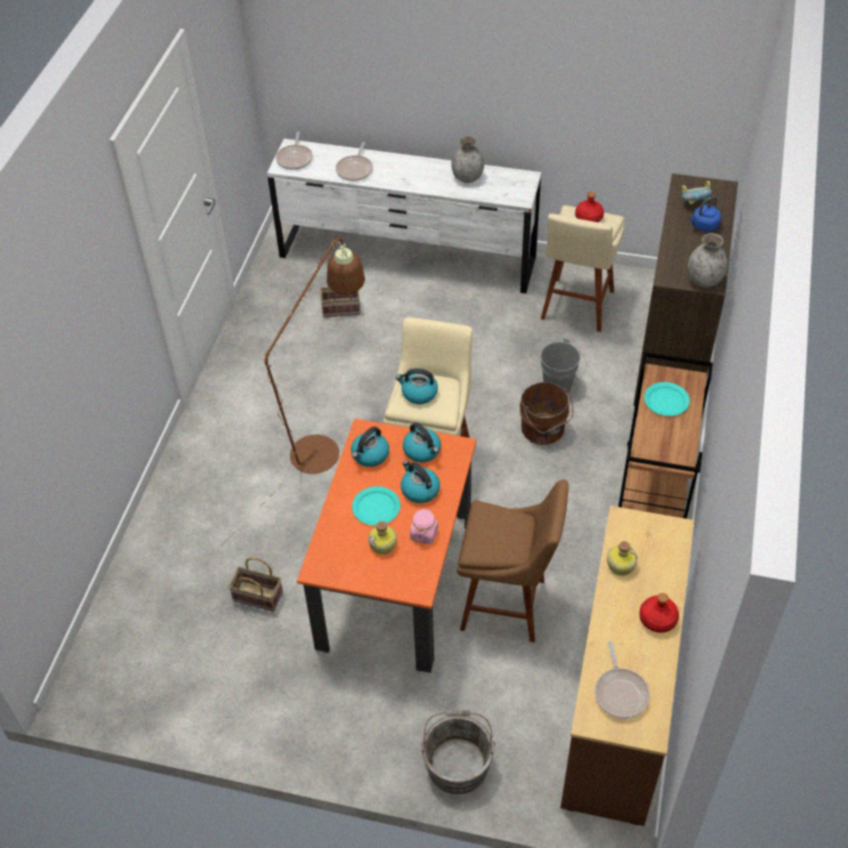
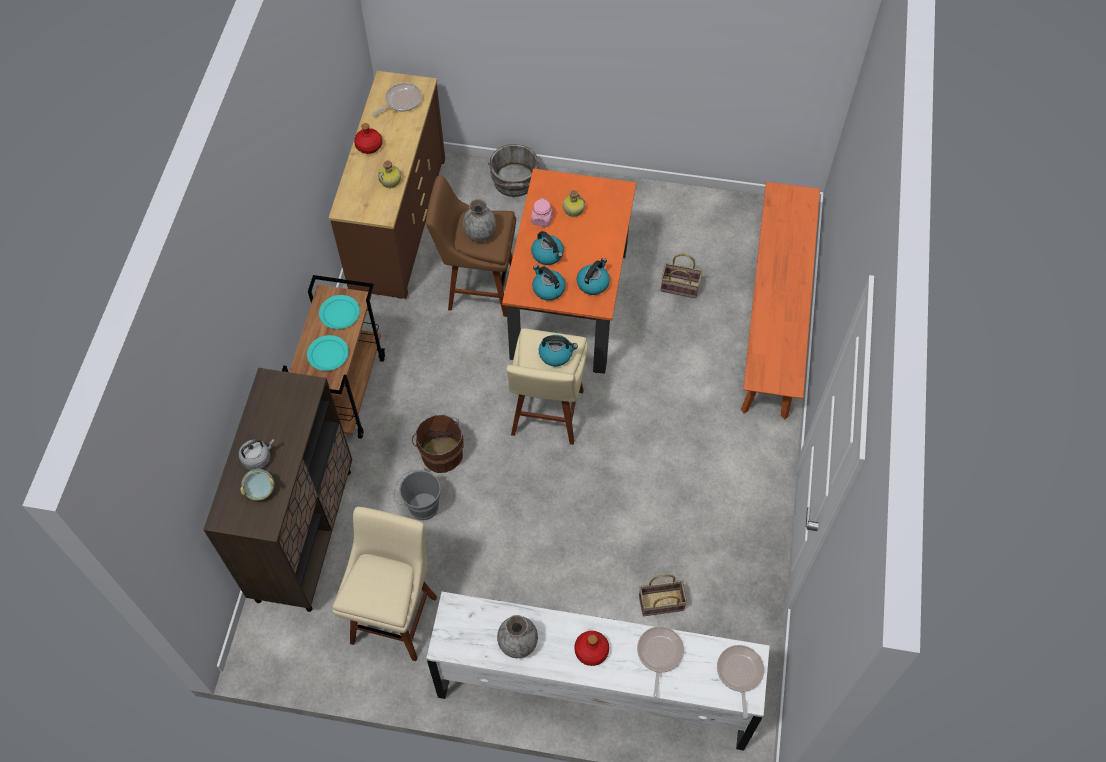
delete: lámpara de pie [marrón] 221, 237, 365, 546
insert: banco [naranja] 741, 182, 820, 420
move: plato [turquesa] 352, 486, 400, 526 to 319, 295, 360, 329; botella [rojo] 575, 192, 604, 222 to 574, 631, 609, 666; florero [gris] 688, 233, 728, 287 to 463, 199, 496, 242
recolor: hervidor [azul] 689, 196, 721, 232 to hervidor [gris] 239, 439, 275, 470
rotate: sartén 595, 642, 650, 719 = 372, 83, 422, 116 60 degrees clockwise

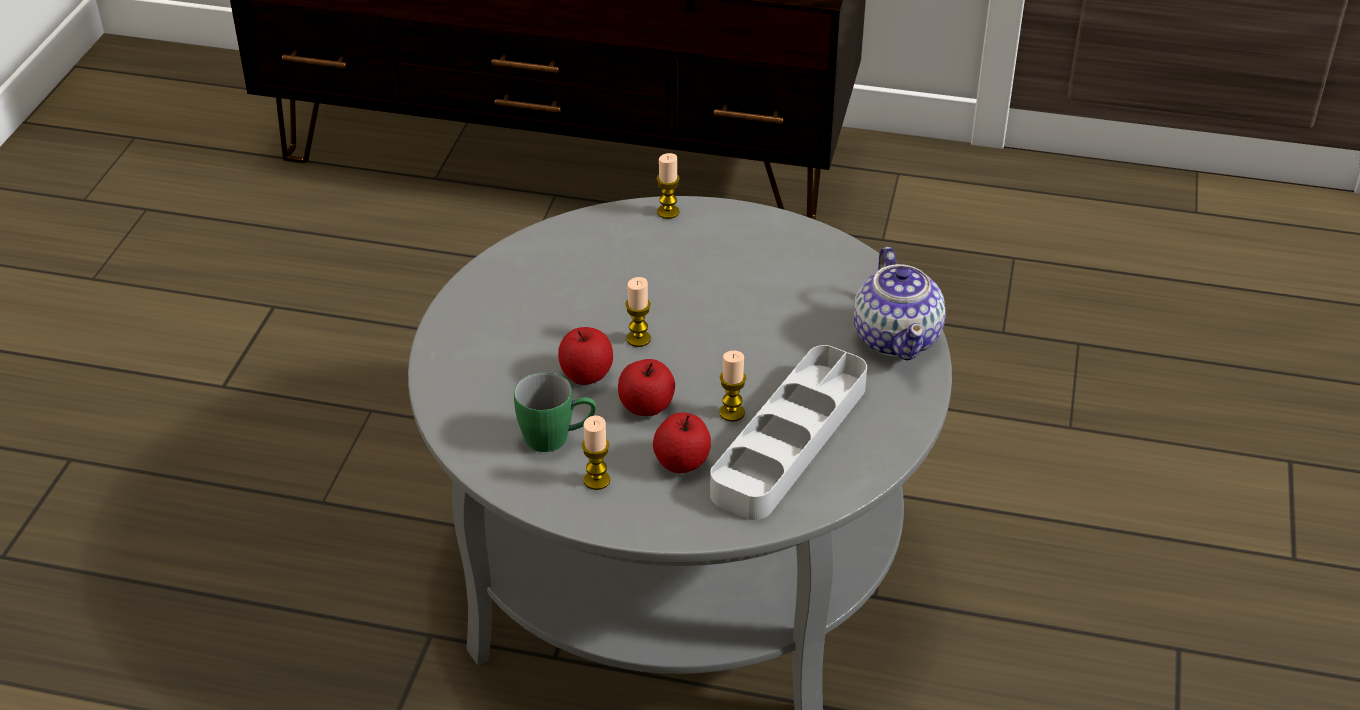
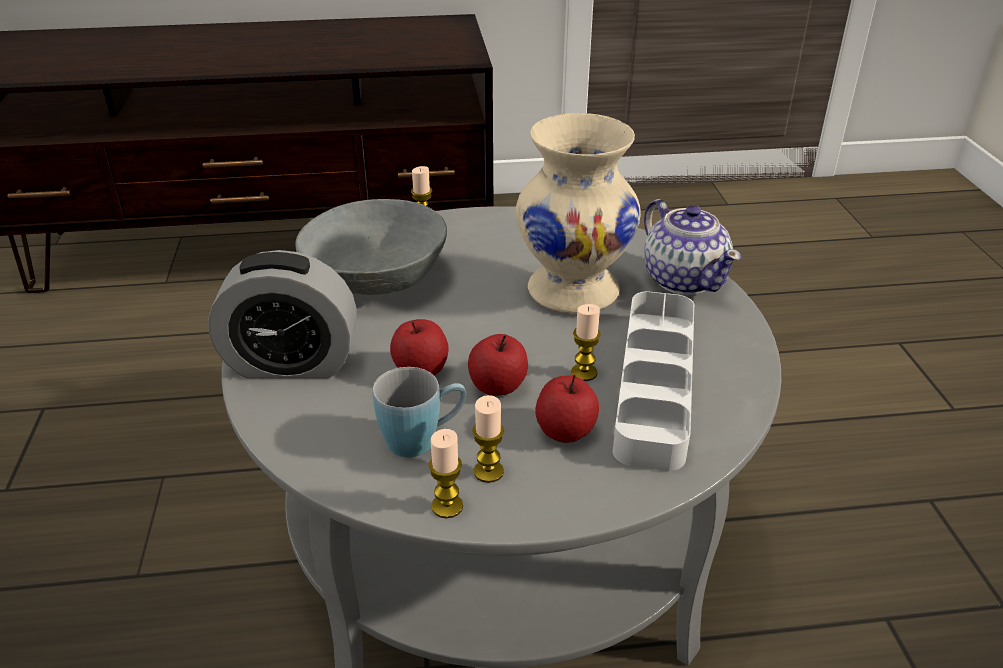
insert: despertador 208, 250, 357, 379; cuenco [gris] 295, 199, 447, 295; florero [beis] 516, 113, 641, 313
move: vela 625, 277, 651, 347 to 428, 429, 463, 518
recolor: taza grande [verde] 514, 372, 596, 452 to taza grande [azul] 373, 367, 466, 457

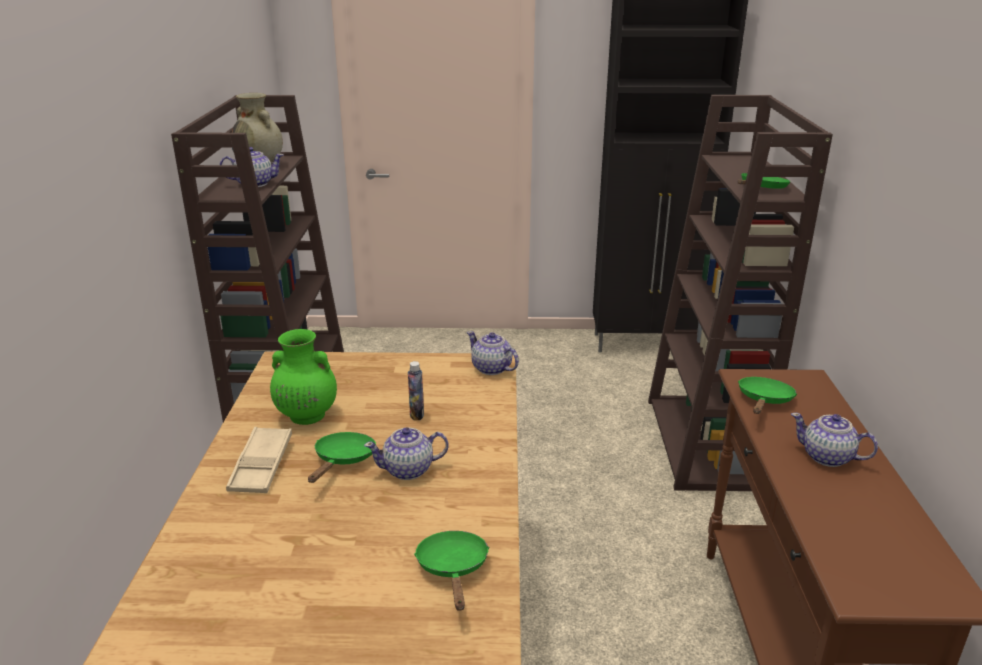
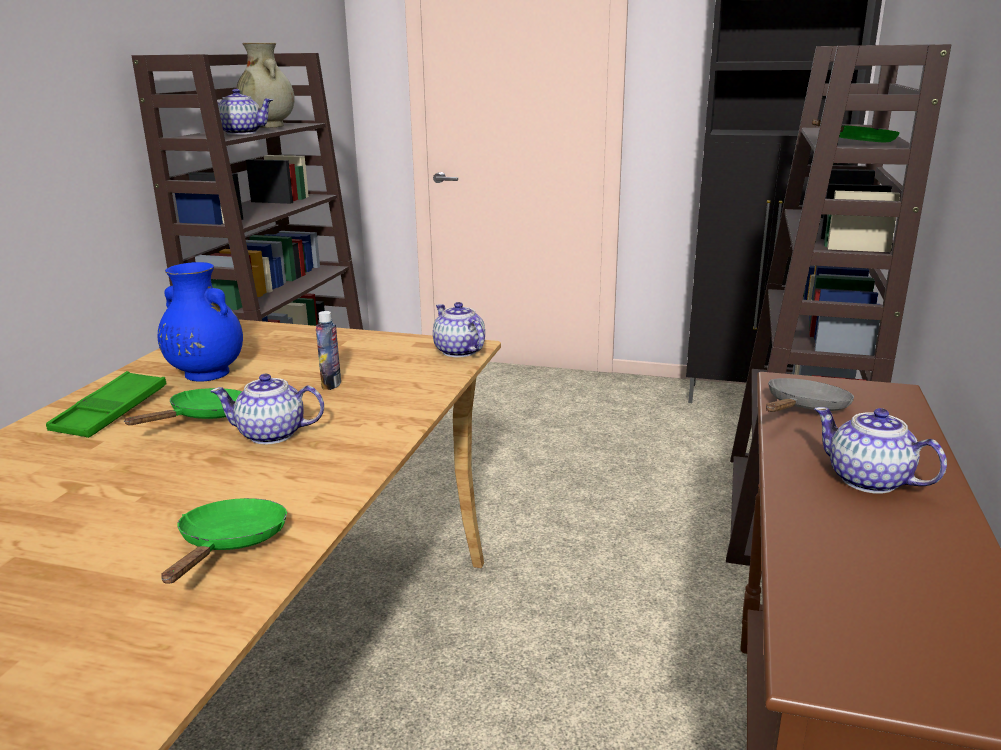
recolor: bandeja [beis] 226, 427, 292, 493 to bandeja [verde] 46, 371, 167, 438; florero [verde] 270, 329, 337, 425 to florero [azul] 158, 262, 243, 381; sartén [verde] 738, 377, 797, 414 to sartén [gris] 766, 378, 854, 412

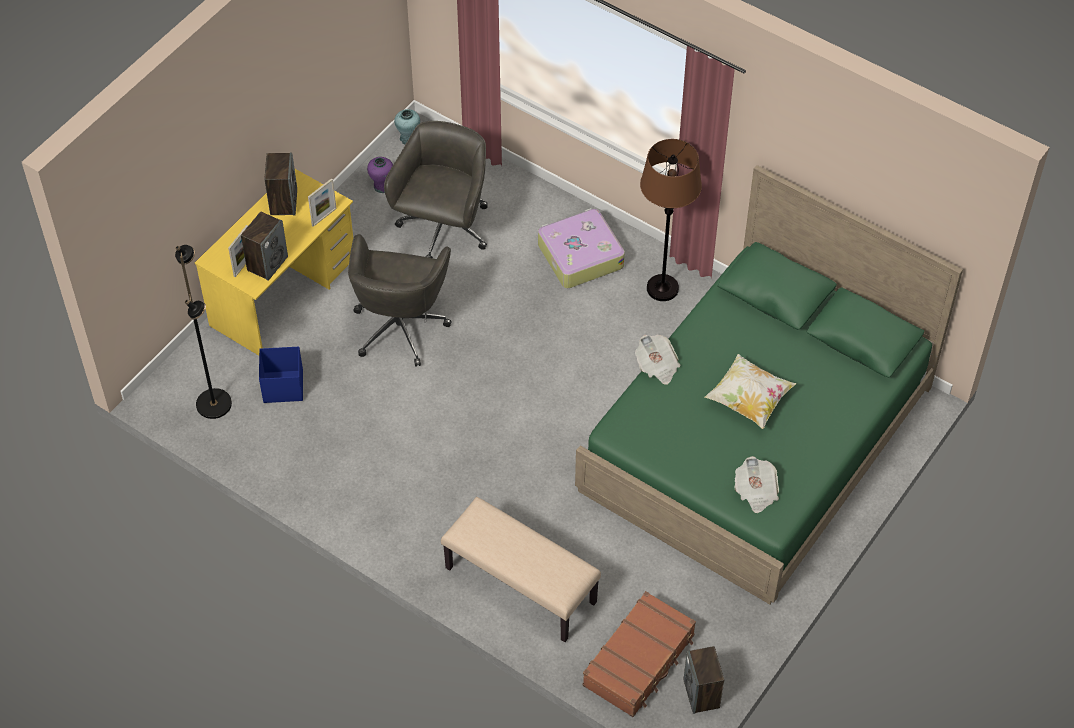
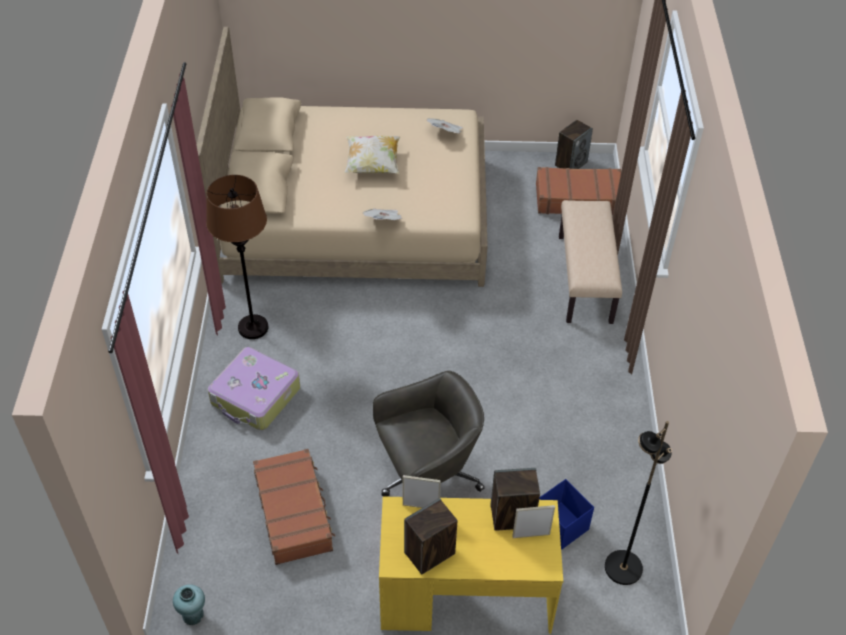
delete: florero [morado] 367, 157, 393, 193
replace: silla de oficina [gris] 384, 121, 488, 258 to maleta [marrón] 253, 449, 335, 565
recolor: cama [verde] 575, 165, 963, 604 to cama [beis] 197, 27, 488, 287

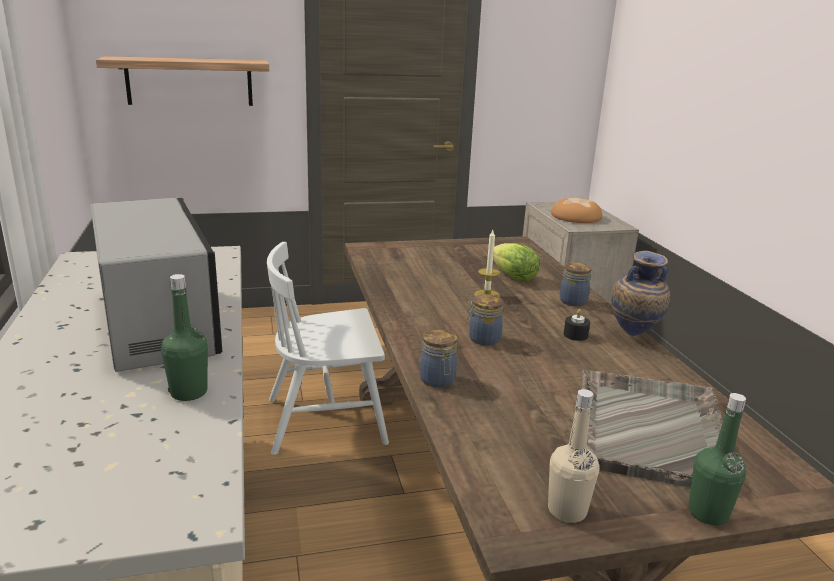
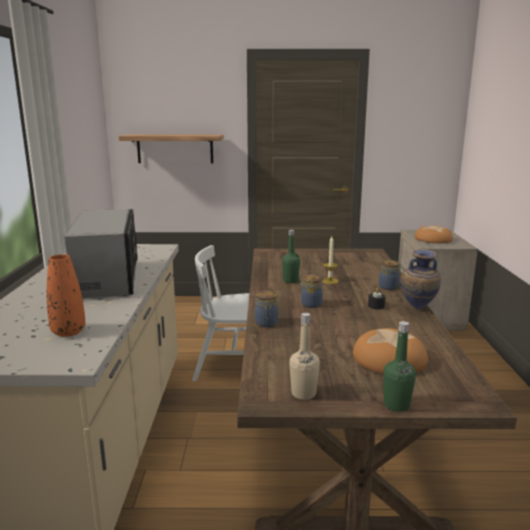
delete: lechuga 493, 243, 539, 281
insert: florero [naranja] 47, 254, 86, 337
move: botella [verde] 161, 274, 208, 401 to 282, 229, 300, 283
replace: bandeja [gris] 581, 369, 723, 487 to pan 353, 328, 428, 374

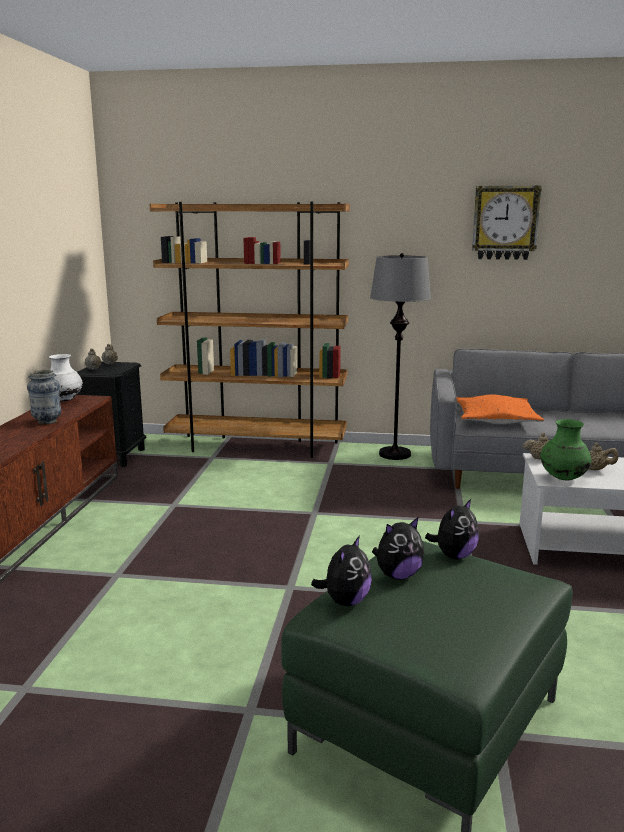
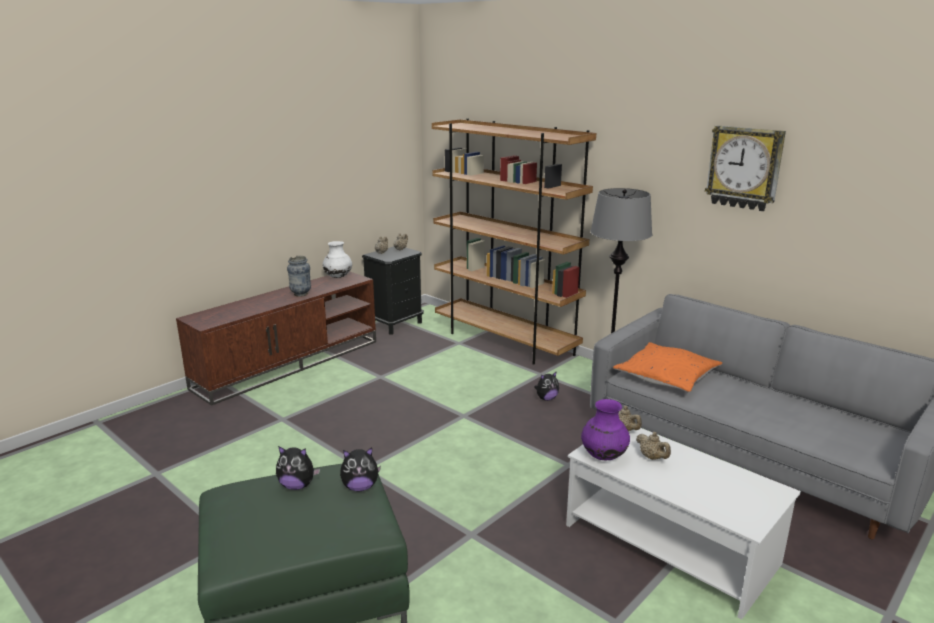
move: peluche 311, 535, 372, 606 to 534, 371, 559, 401
recolor: florero [verde] 540, 419, 592, 480 to florero [morado] 581, 399, 630, 460

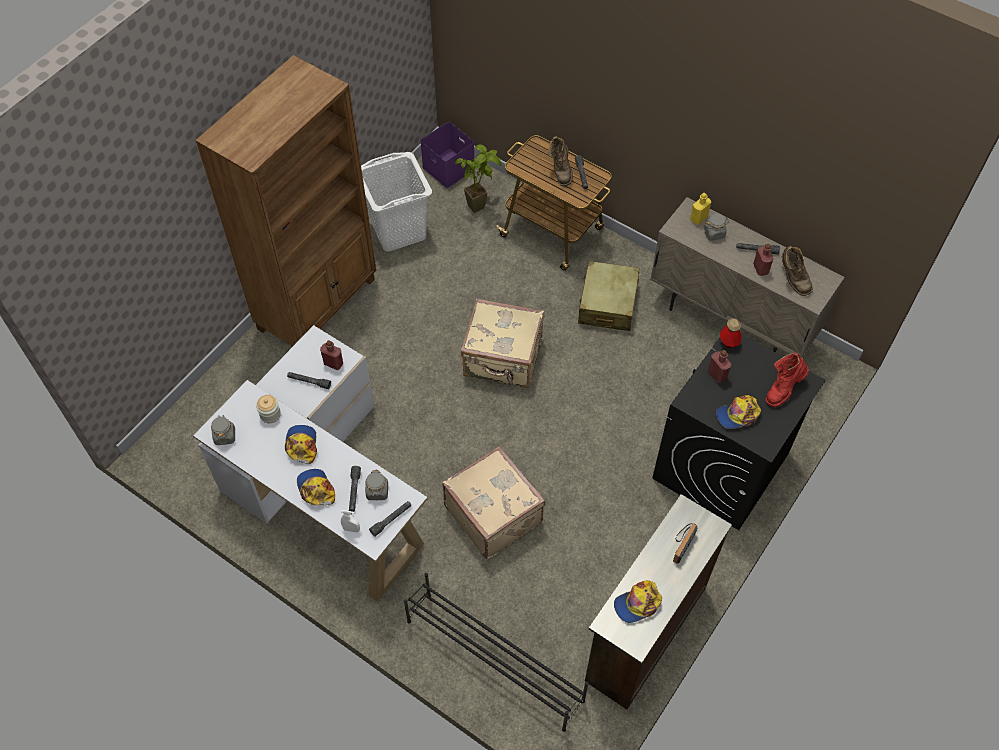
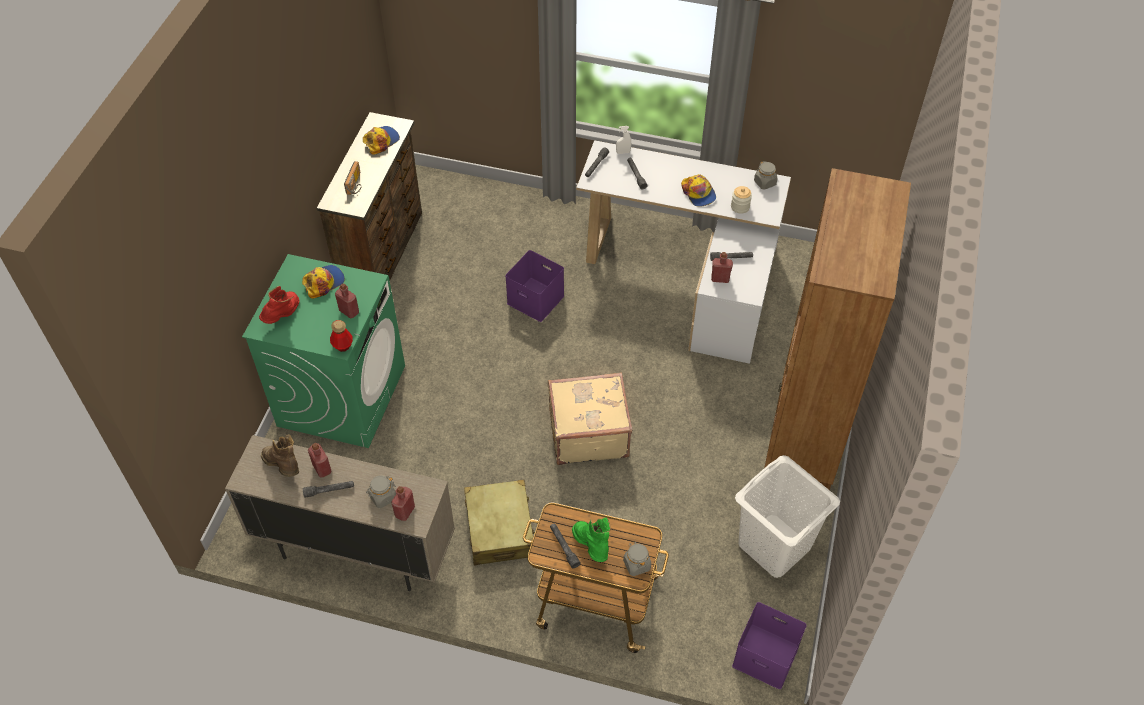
delete: gorra 297, 469, 335, 506; zapatero [negro] 404, 573, 589, 732; planta en maceta 455, 145, 501, 213
move: tarro [gris] 365, 470, 388, 500 to 623, 542, 651, 576
replace: maleta [beis] 442, 446, 546, 559 to caja de almacenaje [morado] 505, 250, 564, 322
recolor: bota [marrón] 548, 136, 573, 186 to bota [verde] 572, 517, 611, 562; lavadora [negro] 652, 334, 825, 530 to lavadora [verde] 242, 254, 405, 448; botella [amarillo] 690, 193, 711, 225 to botella [rojo] 391, 486, 415, 521

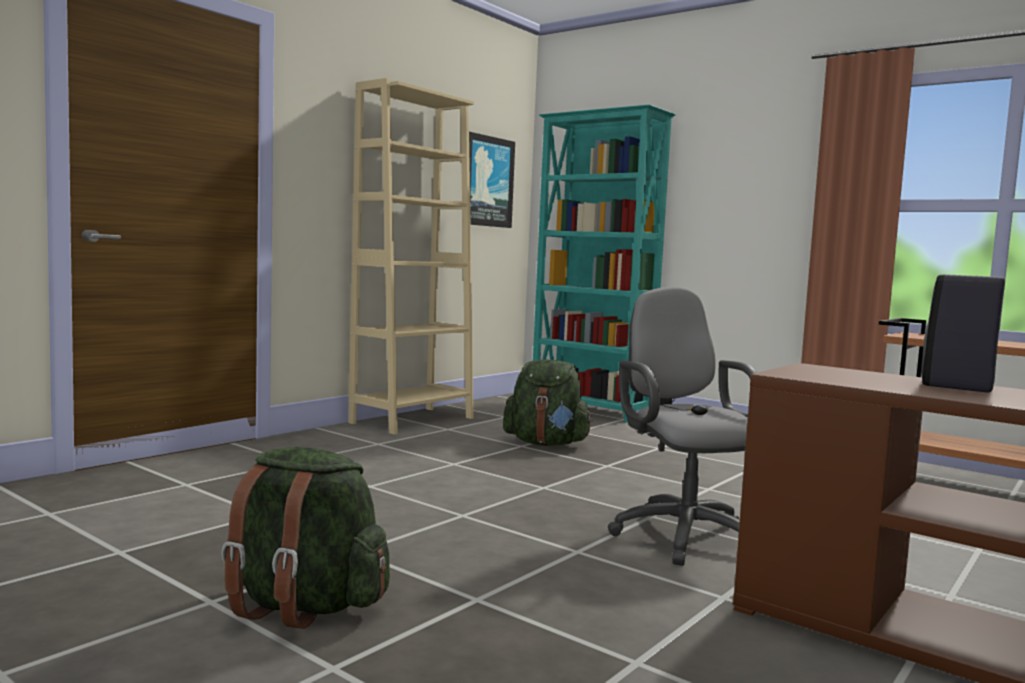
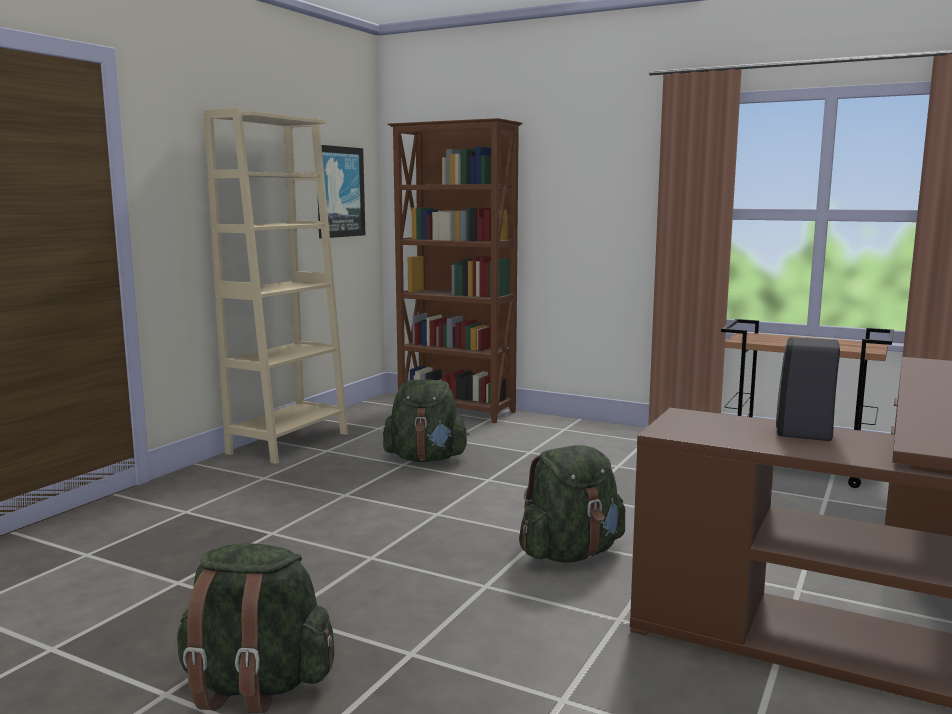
replace: silla de oficina [gris] 608, 286, 757, 566 to mochila [verde] 519, 445, 625, 563
recolor: estantería [turquesa] 533, 105, 676, 423 to estantería [marrón] 387, 118, 522, 423

